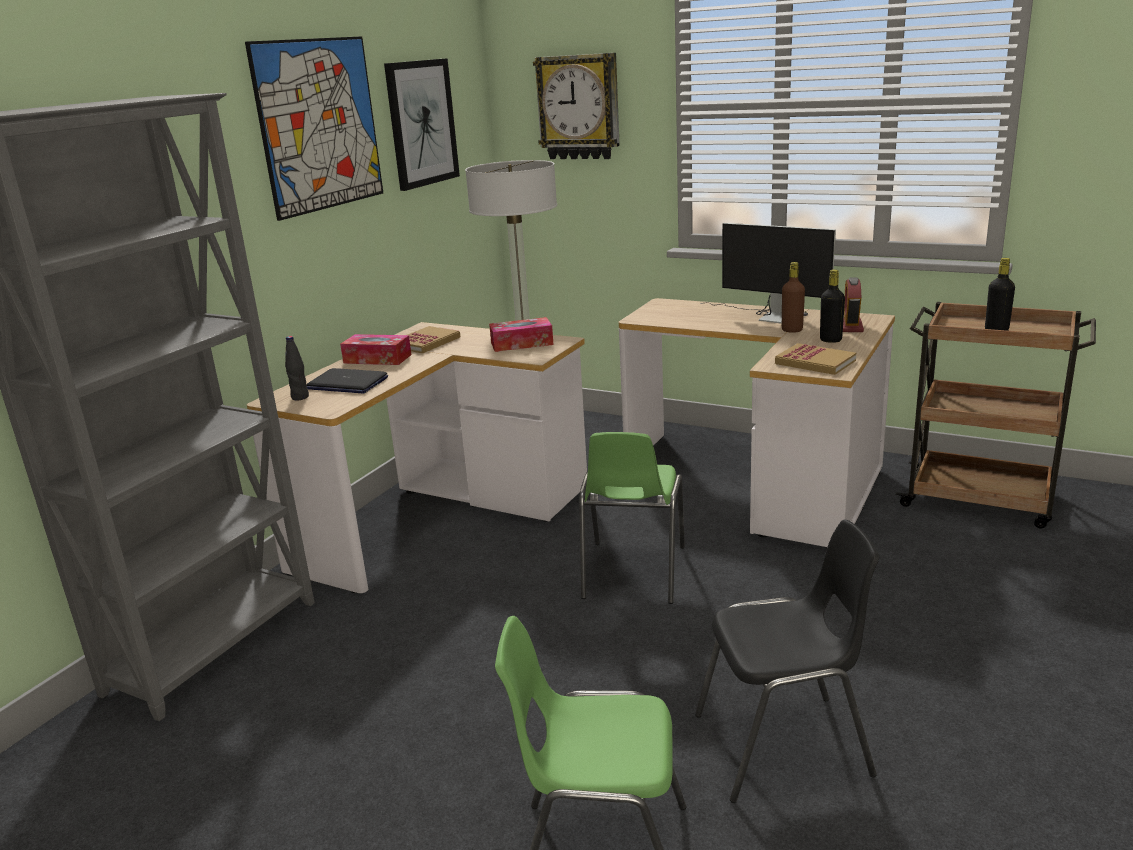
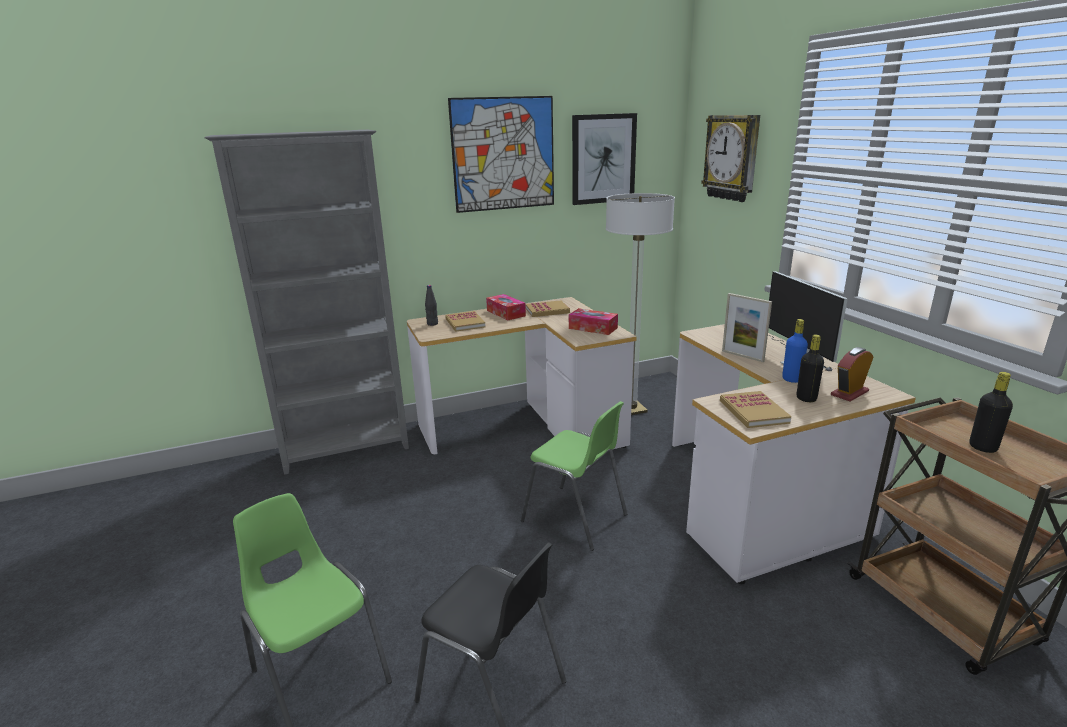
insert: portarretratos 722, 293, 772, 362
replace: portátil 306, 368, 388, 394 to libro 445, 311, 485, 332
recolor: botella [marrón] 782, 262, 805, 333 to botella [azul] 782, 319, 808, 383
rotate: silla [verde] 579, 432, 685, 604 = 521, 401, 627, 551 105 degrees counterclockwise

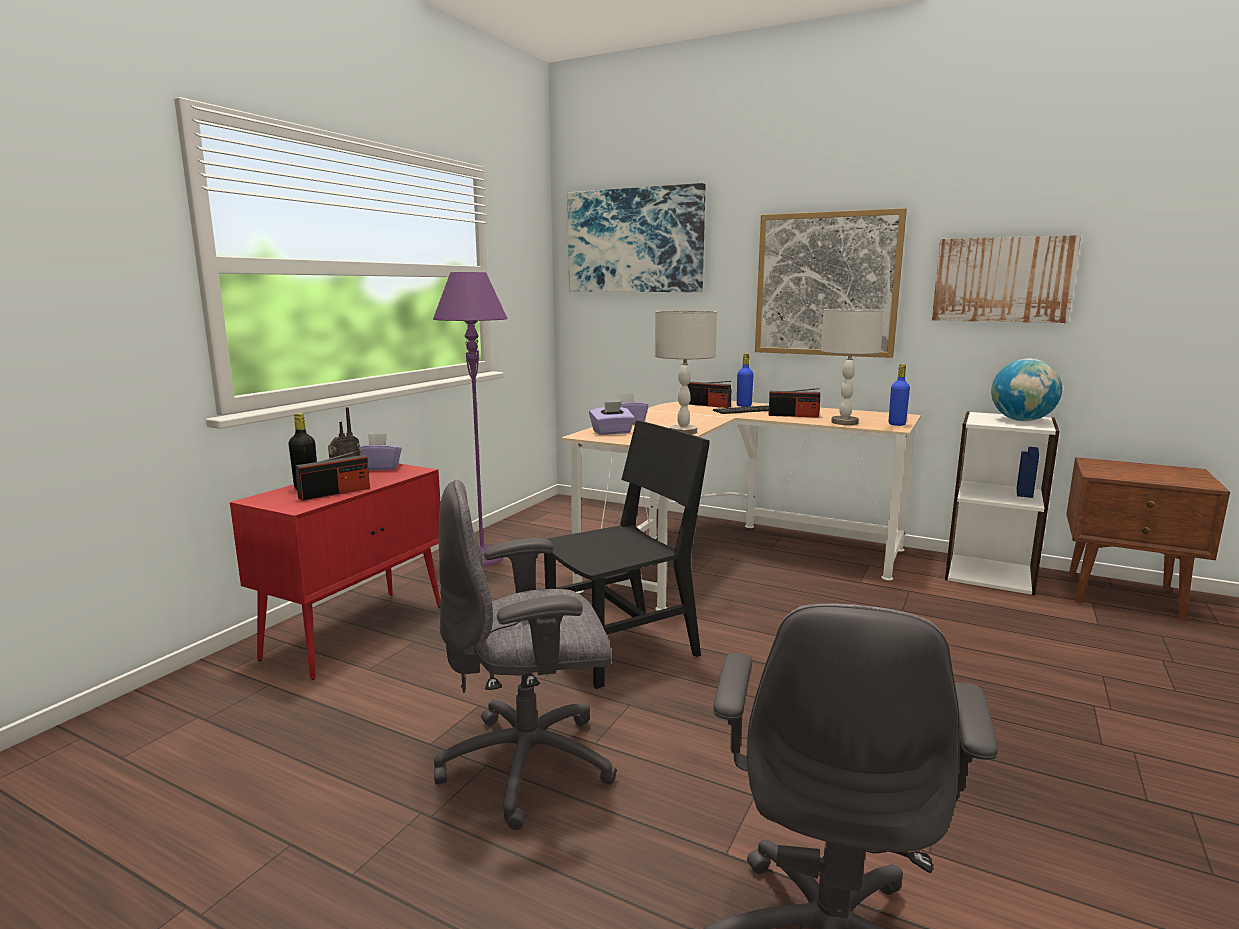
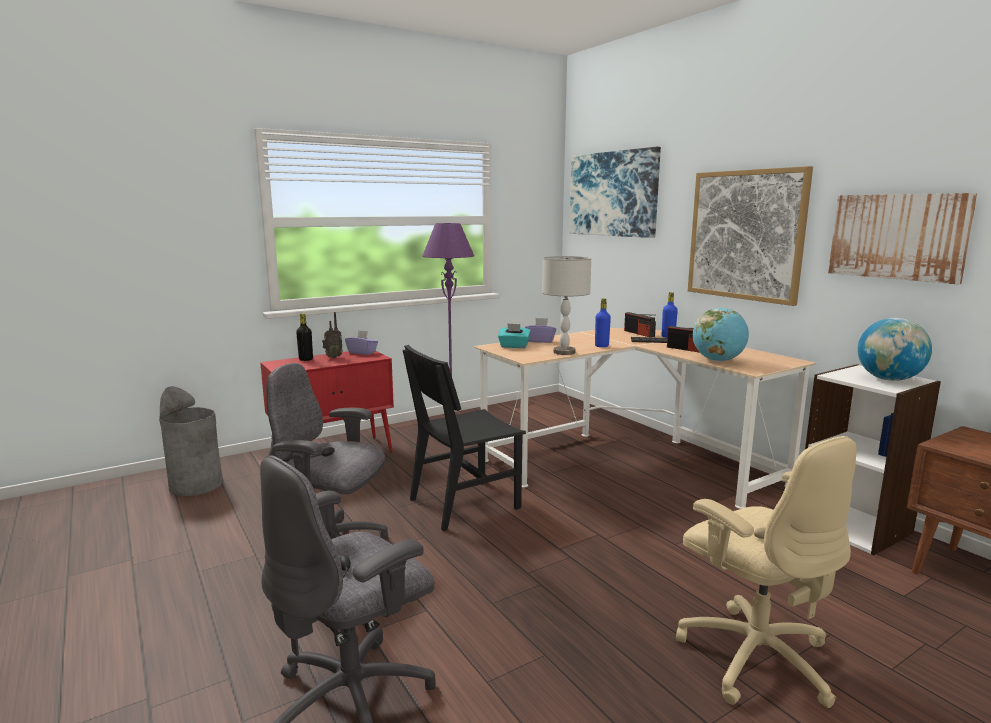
delete: radio 295, 450, 370, 501
insert: papelera [gris] 159, 386, 223, 496; silla de oficina [beis] 676, 436, 857, 708
move: botella [azul] 889, 364, 910, 426 to 595, 298, 611, 347
replace: lámpara de mesa [gris] 821, 309, 884, 425 to globo terráqueo 693, 308, 749, 362
recolor: caja de pañuelos [morado] 589, 402, 635, 435 to caja de pañuelos [turquesa] 498, 323, 531, 348
rotate: silla [negro] 544, 420, 710, 689 = 403, 345, 526, 531 150 degrees clockwise

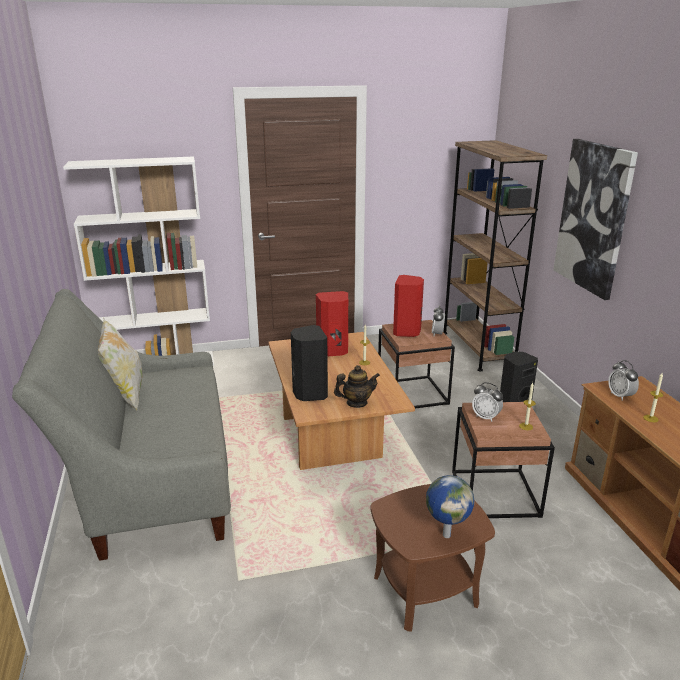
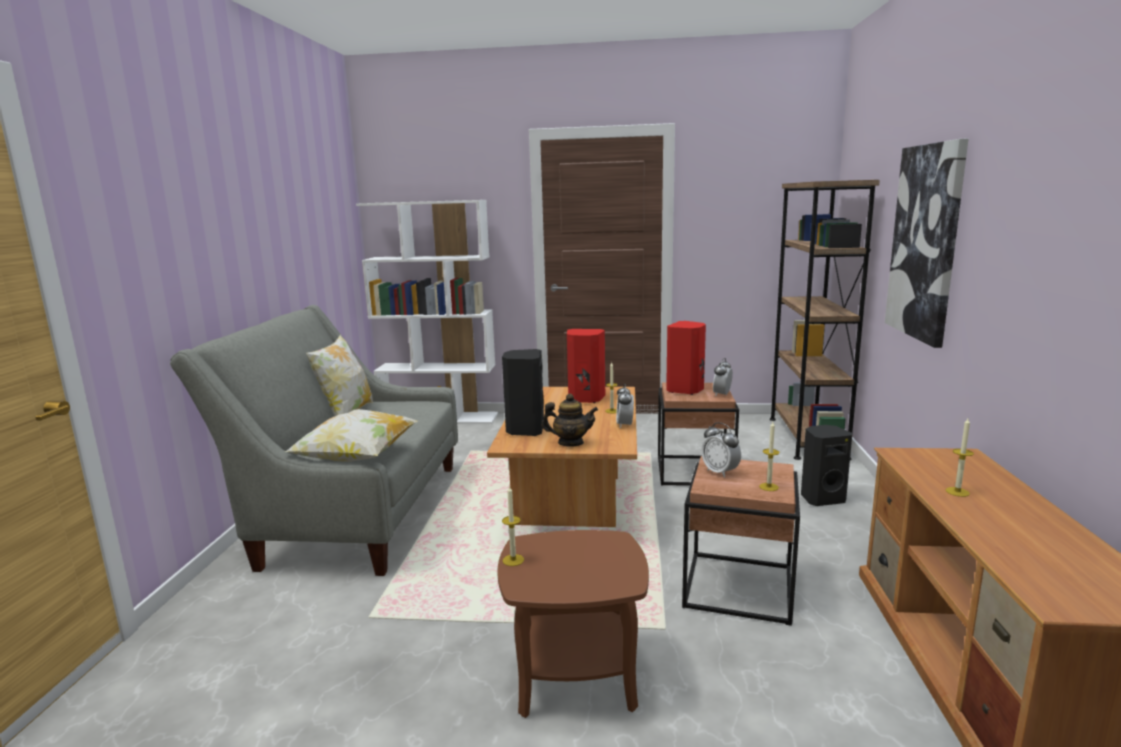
delete: globo terráqueo 426, 475, 474, 538
insert: cojín 285, 409, 418, 462; vela 502, 485, 524, 566
move: despertador 608, 360, 639, 401 to 616, 384, 634, 428

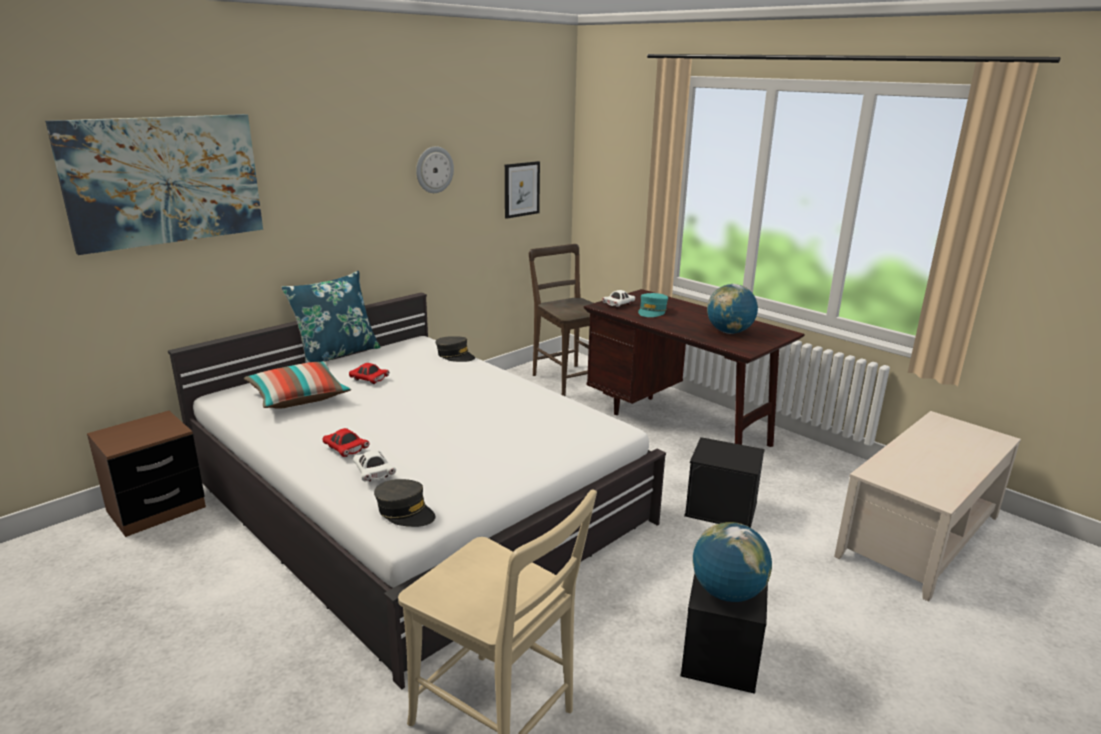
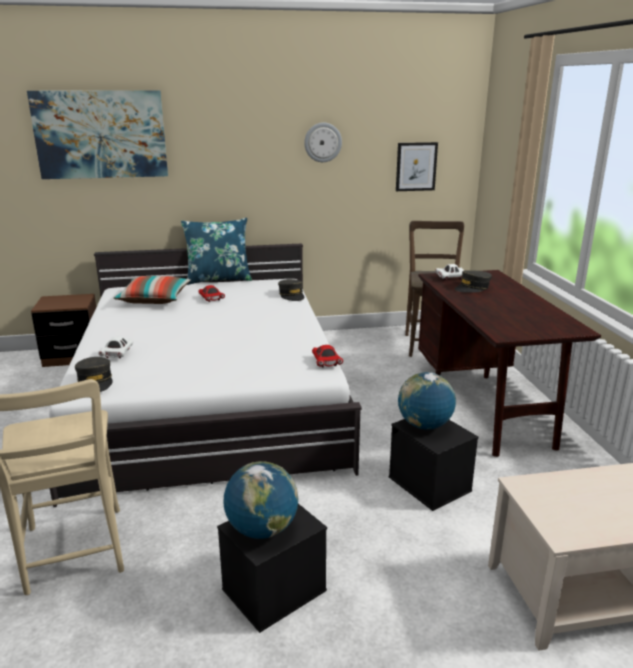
move: coche de juguete [rojo] 322, 428, 369, 457 to 312, 345, 343, 367; globo terráqueo 707, 284, 758, 334 to 398, 372, 456, 430
recolor: gorra [turquesa] 638, 293, 668, 317 to gorra [gris] 454, 270, 492, 293

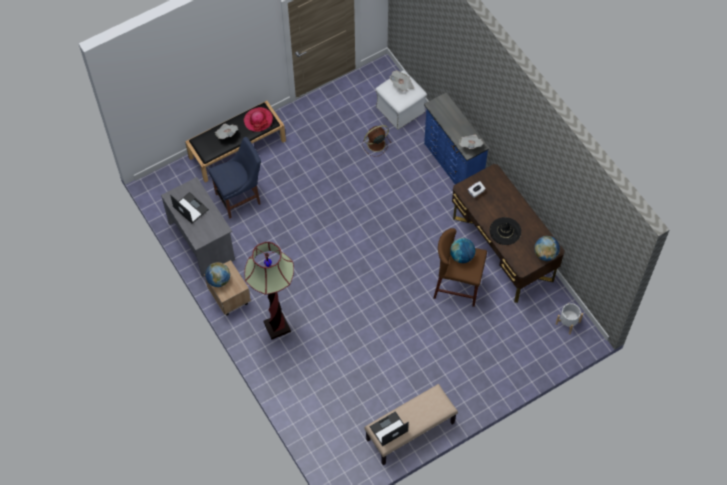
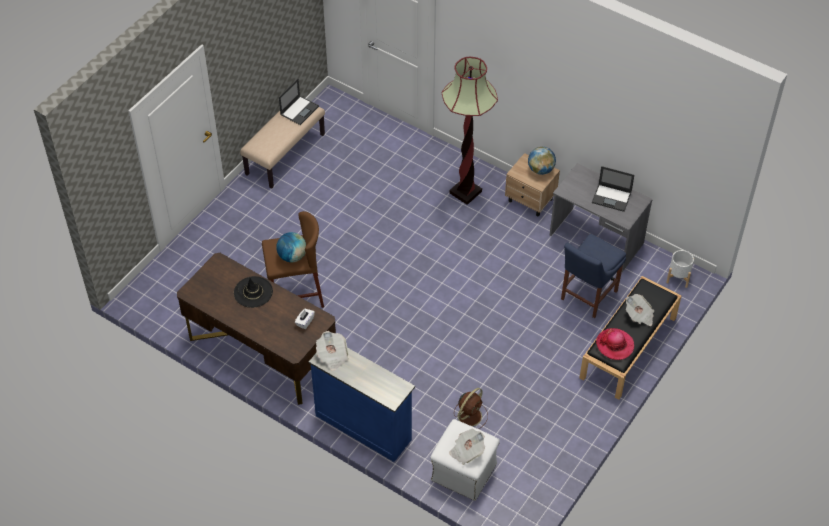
delete: globo terráqueo 534, 236, 560, 261
move: maceta [blanco] 556, 303, 583, 334 to 666, 250, 694, 288

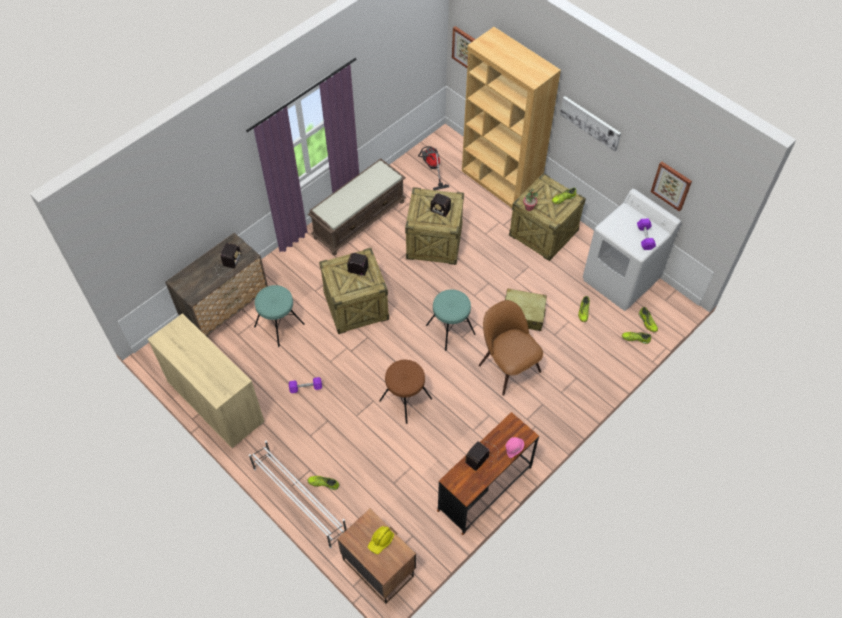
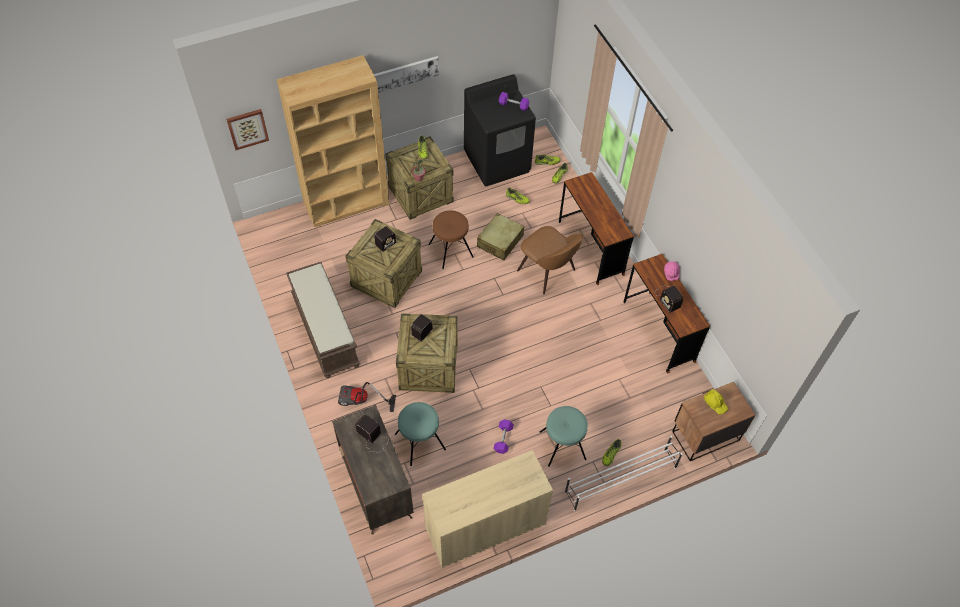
delete: cuadro 651, 161, 692, 212
insert: escritorio [marrón] 559, 172, 634, 285
move: taburete [marrón] 379, 360, 432, 424 to 428, 211, 474, 269; aspiradora 418, 146, 449, 190 to 338, 382, 396, 412; taburete [turquesa] 426, 289, 476, 351 to 540, 406, 588, 467
recolor: lavadora [blanco] 583, 189, 681, 311 to lavadora [negro] 464, 74, 536, 187
rotate: silla [marrón] 479, 300, 543, 396 = 517, 226, 583, 294 120 degrees counterclockwise

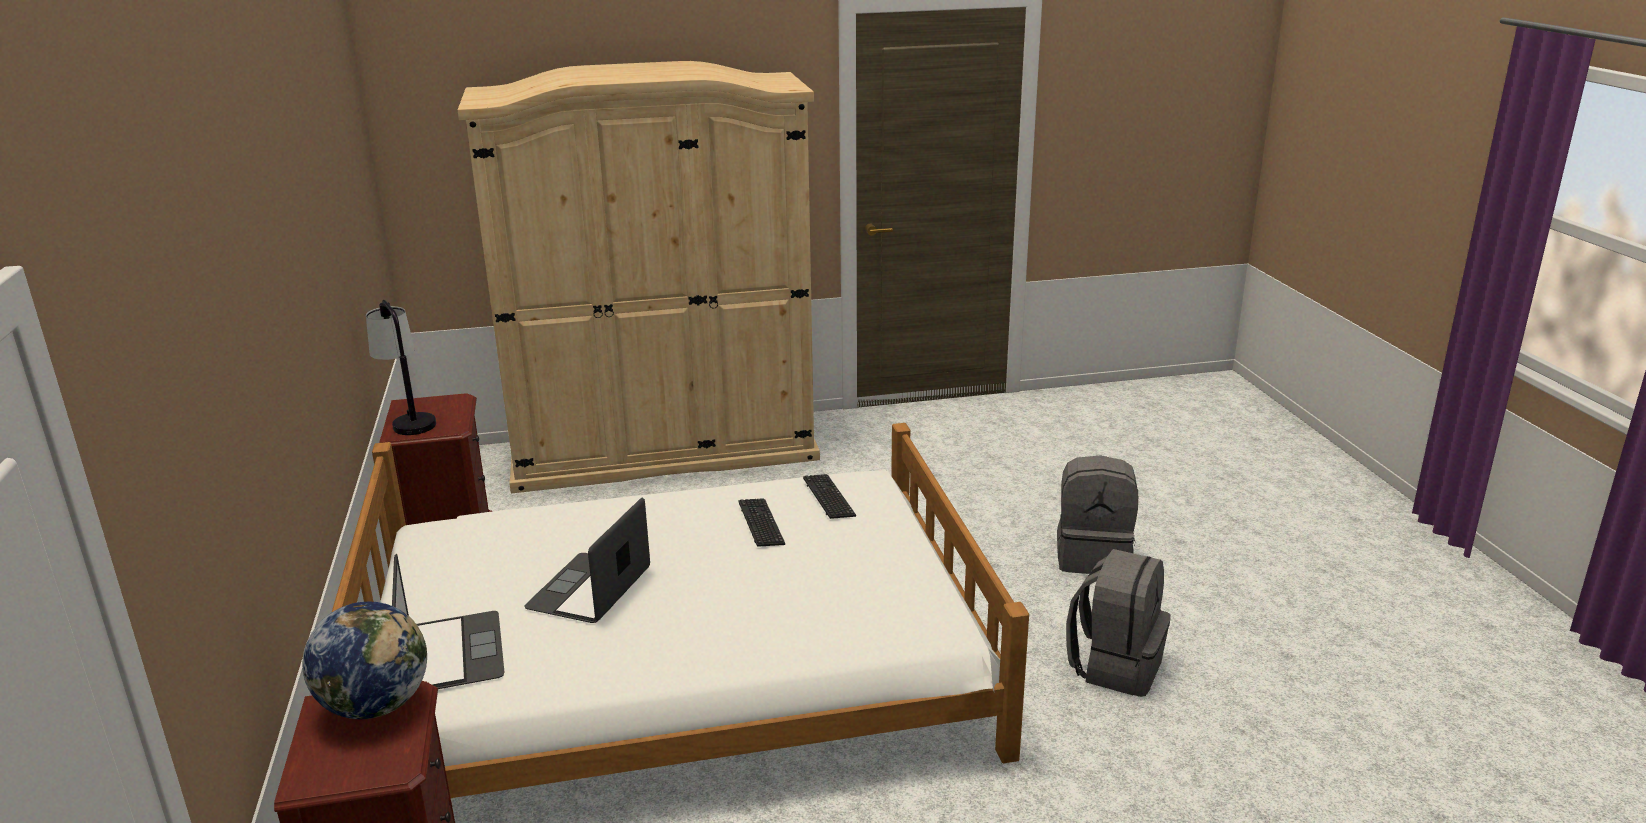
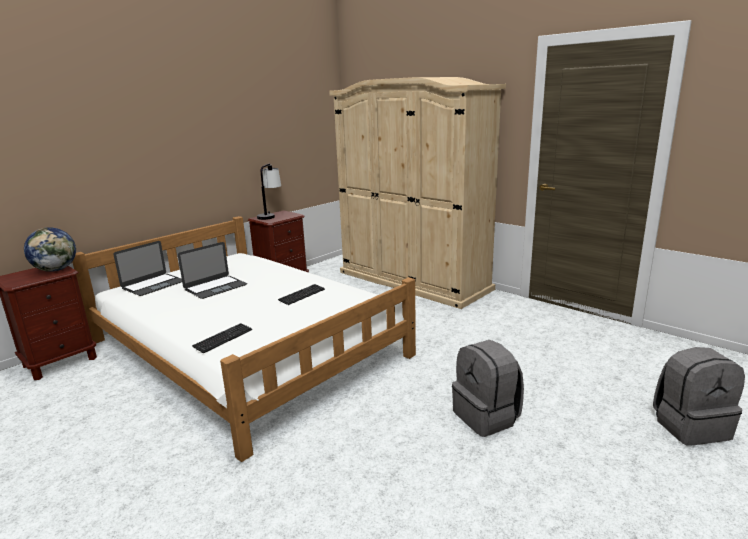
move: teclado 803, 474, 856, 519 to 192, 323, 252, 353; mochila [gris] 1066, 549, 1171, 697 to 653, 347, 745, 446
rotate: portátil 525, 498, 650, 623 = 178, 242, 247, 299 150 degrees clockwise

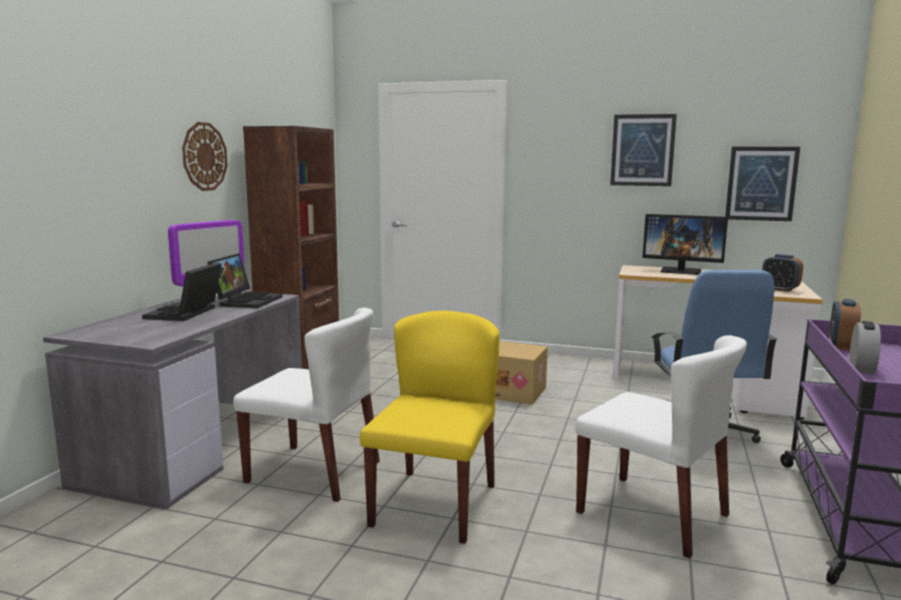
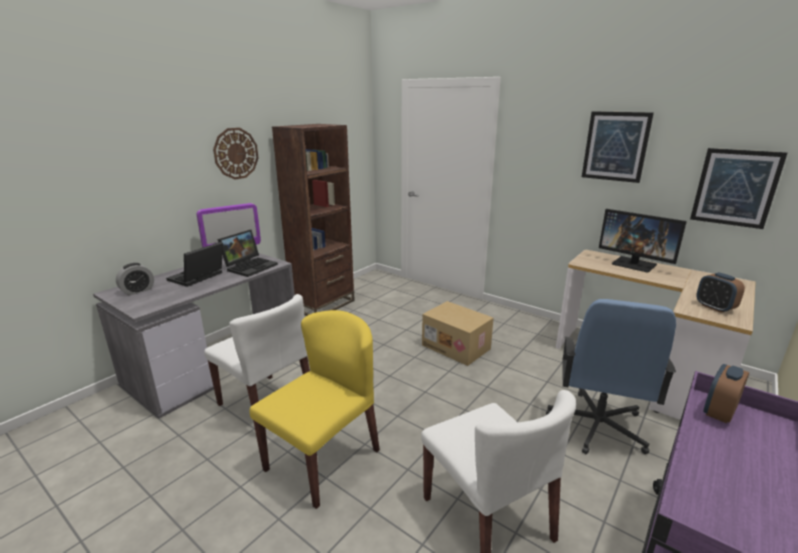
move: despertador 850, 321, 881, 374 to 116, 263, 154, 295

